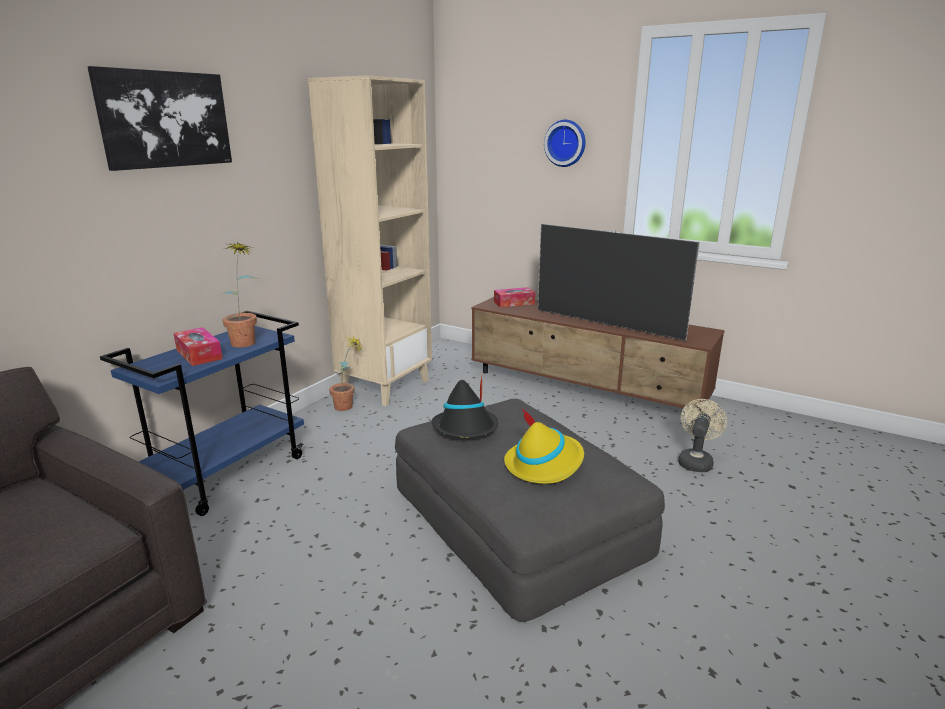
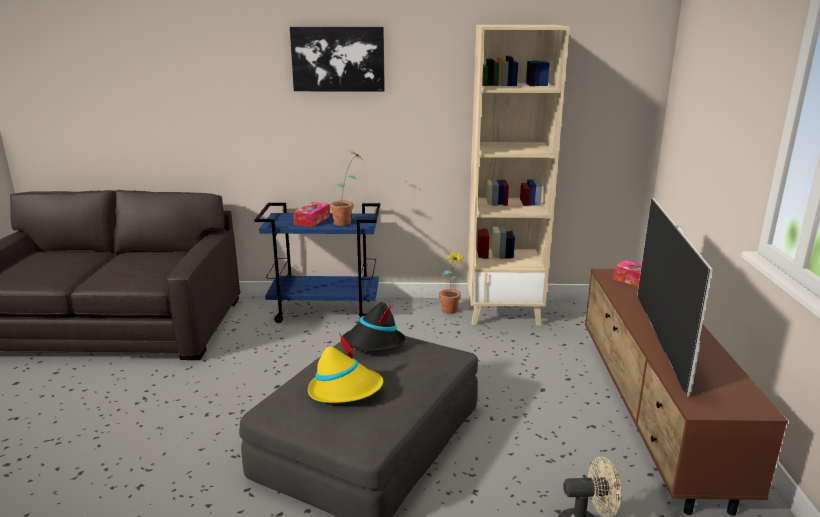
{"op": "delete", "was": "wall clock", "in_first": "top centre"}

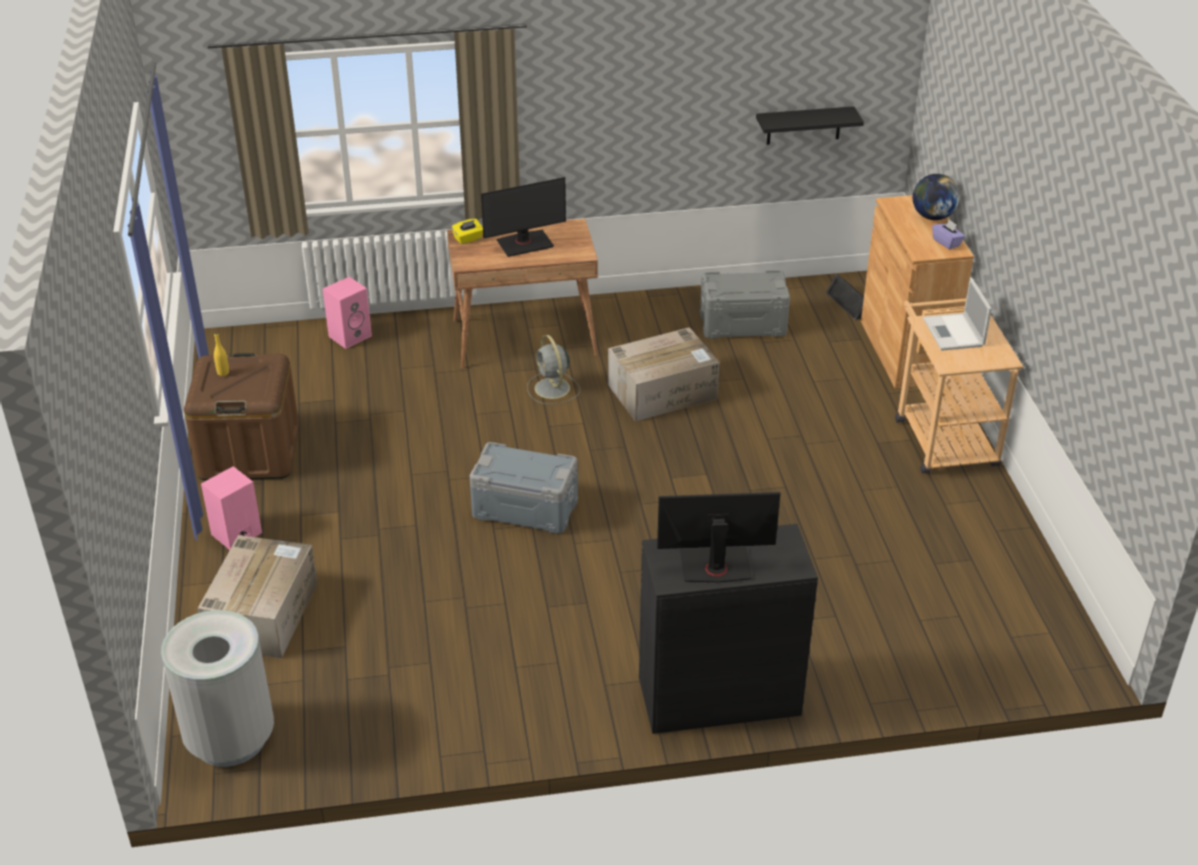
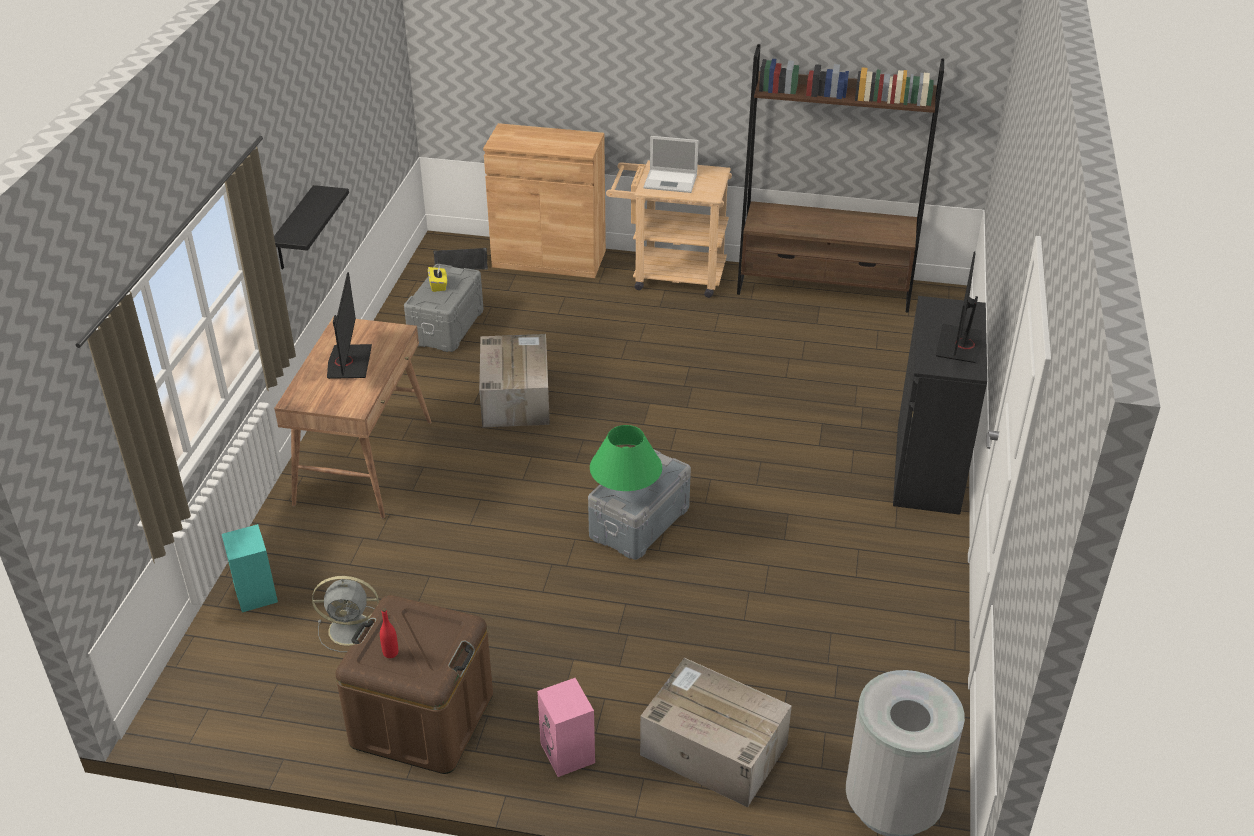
{"op": "move", "was": "shelf (black)", "in_first": "top right", "in_second": "top left"}
{"op": "delete", "was": "globe", "in_first": "top right"}
{"op": "move", "was": "tissue box (yellow)", "in_first": "top centre", "in_second": "centre"}
{"op": "delete", "was": "tissue box (purple)", "in_first": "top right"}
{"op": "recolor", "was": "speaker (pink) (2nd from left)", "now": "speaker (turquoise)", "in_first": "middle left", "in_second": "bottom left"}
{"op": "recolor", "was": "bottle (yellow)", "now": "bottle (red)", "in_first": "middle left", "in_second": "bottom left"}
{"op": "move", "was": "fan (grey)", "in_first": "centre", "in_second": "bottom left"}
{"op": "insert", "now": "bookcase (brown)", "in_second": "top right"}
{"op": "insert", "now": "table lamp (green)", "in_second": "centre"}

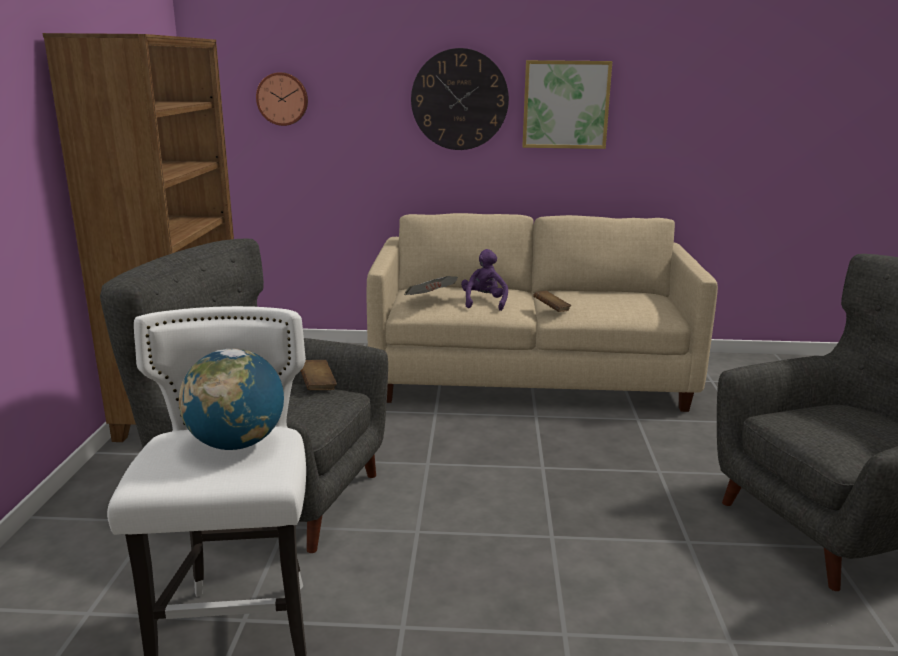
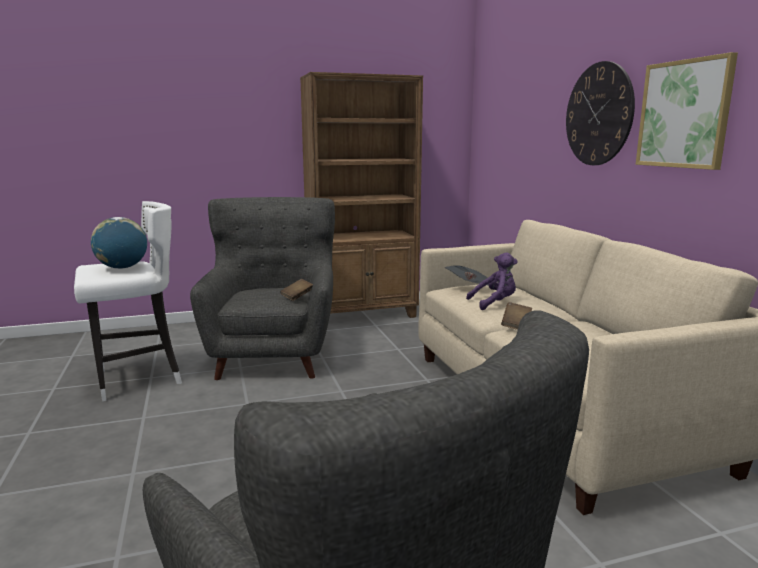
{"op": "delete", "was": "wall clock (1st from left)", "in_first": "top left"}

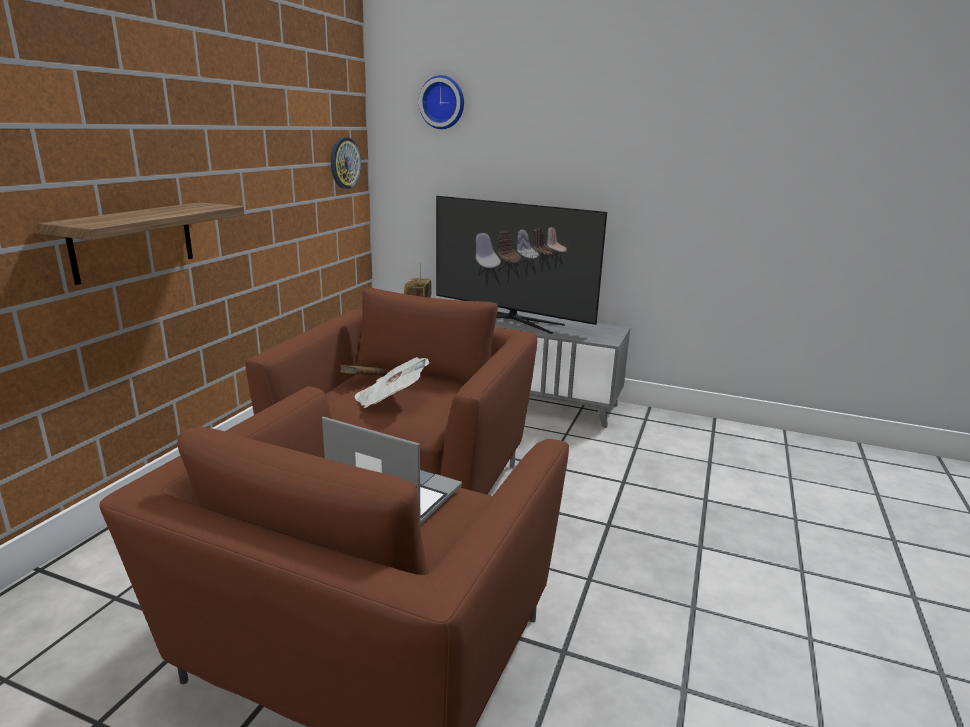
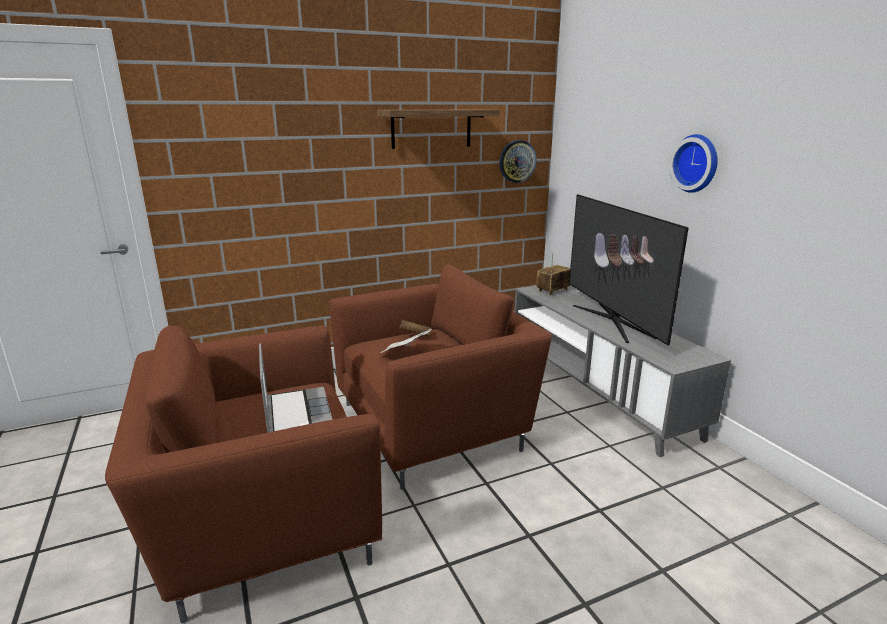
{"op": "move", "was": "wall clock (2nd from left)", "in_first": "top centre", "in_second": "top right"}
{"op": "move", "was": "shelf", "in_first": "middle left", "in_second": "top centre"}

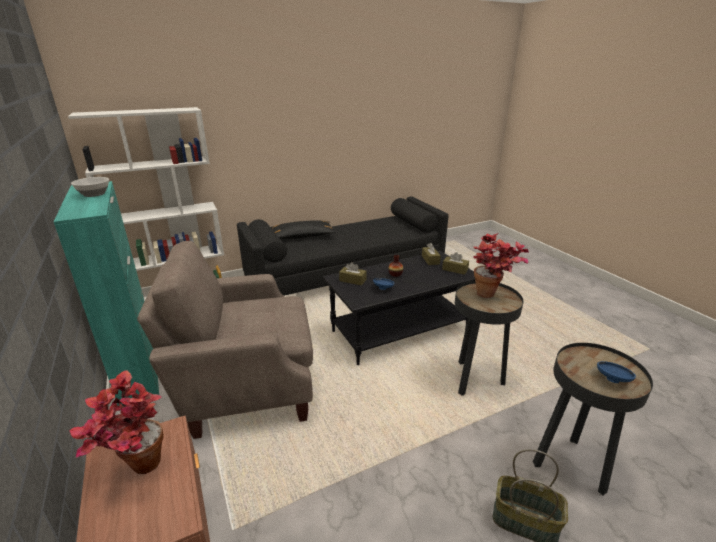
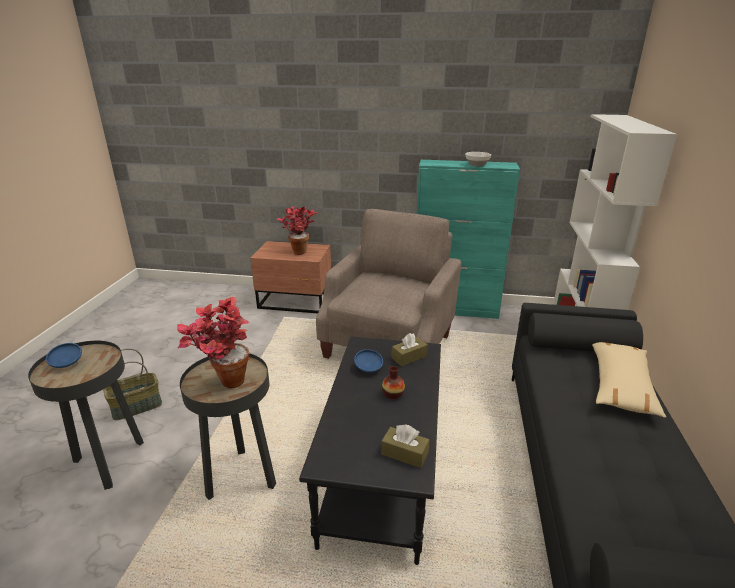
{"op": "recolor", "was": "pillow (black)", "now": "pillow (beige)", "in_first": "centre", "in_second": "middle right"}
{"op": "delete", "was": "tissue box (brown) (3rd from left)", "in_first": "centre"}

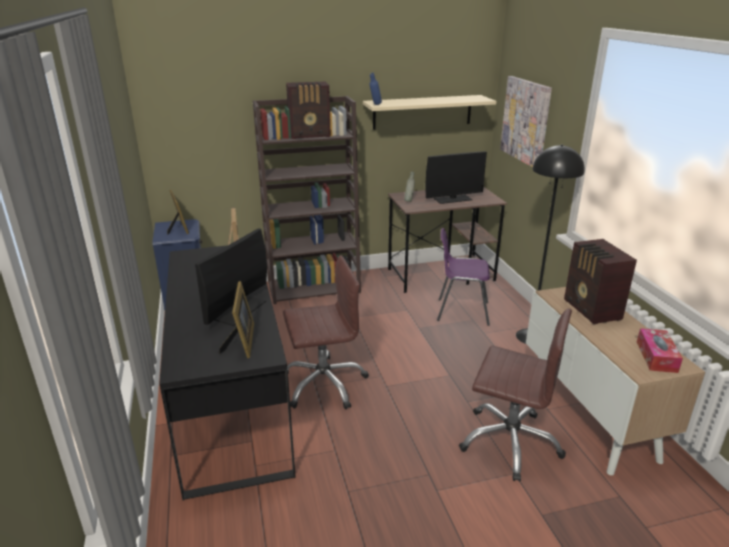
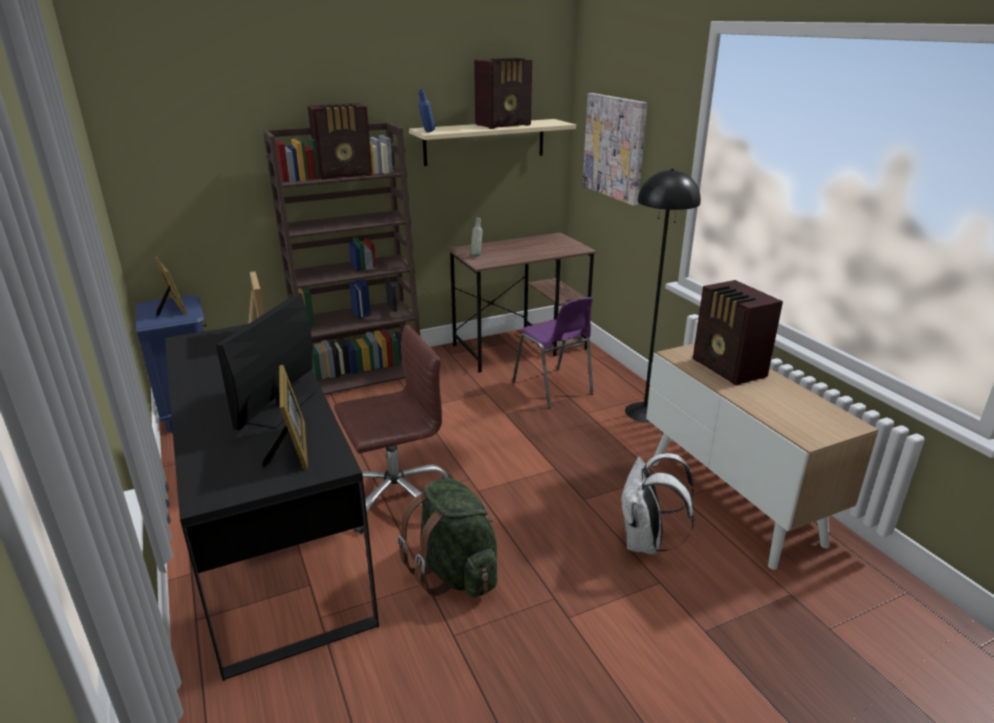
{"op": "delete", "was": "monitor (2nd from left)", "in_first": "top centre"}
{"op": "rotate", "was": "chair (purple)", "in_first": "centre", "in_second": "centre", "clockwise": -120}
{"op": "replace", "was": "office chair (brown) (2nd from left)", "now": "backpack (white)", "in_first": "bottom right", "in_second": "bottom centre"}
{"op": "delete", "was": "tissue box", "in_first": "middle right"}
{"op": "insert", "now": "radio (2nd from left)", "in_second": "top centre"}
{"op": "insert", "now": "backpack (green)", "in_second": "bottom centre"}

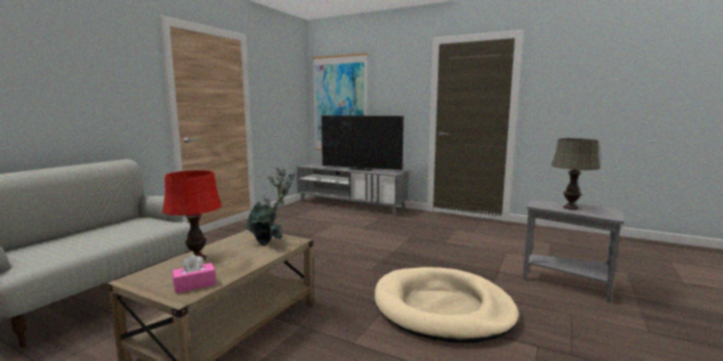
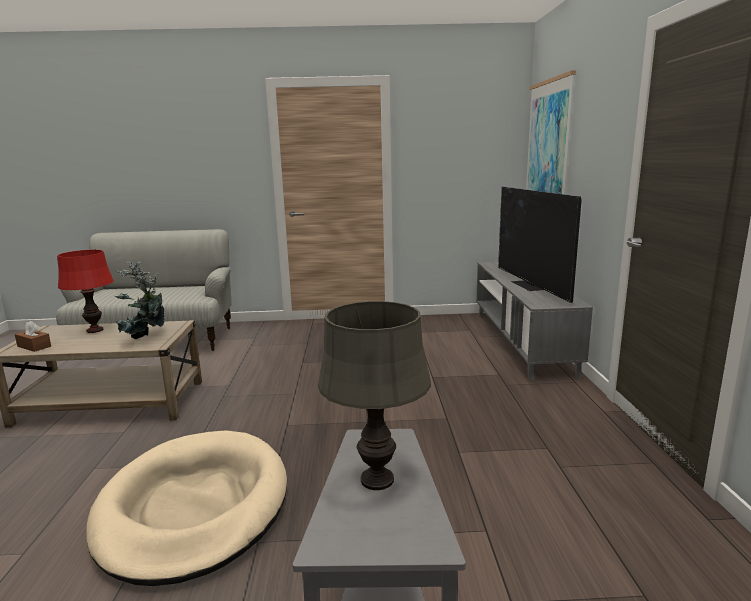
{"op": "recolor", "was": "tissue box (pink)", "now": "tissue box (brown)", "in_first": "bottom left", "in_second": "middle left"}

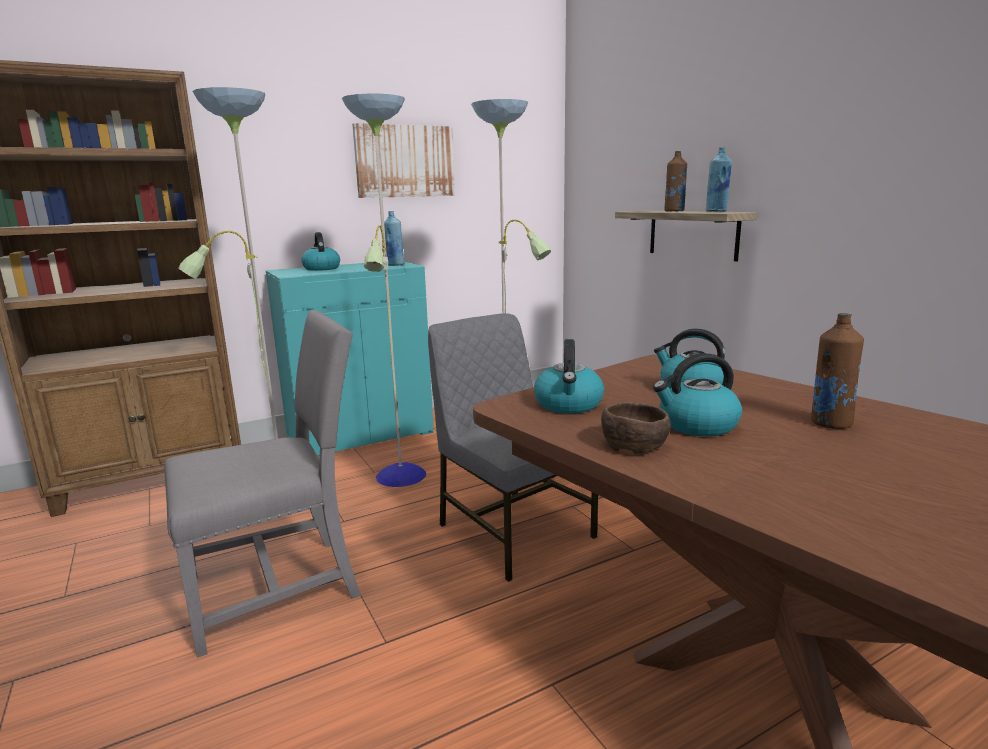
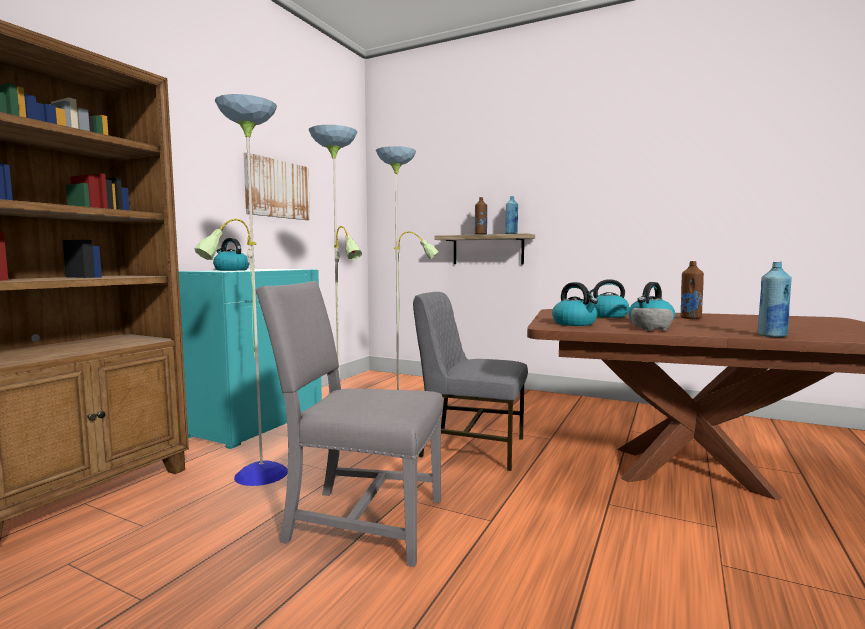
{"op": "move", "was": "bottle (blue) (1st from left in the first image)", "now": "bottle (blue) (2nd from left)", "in_first": "top centre", "in_second": "middle right"}
{"op": "rotate", "was": "chair (grey) (1st from left)", "in_first": "middle left", "in_second": "bottom centre", "clockwise": -105}
{"op": "recolor", "was": "bowl (brown)", "now": "bowl (grey)", "in_first": "centre", "in_second": "middle right"}

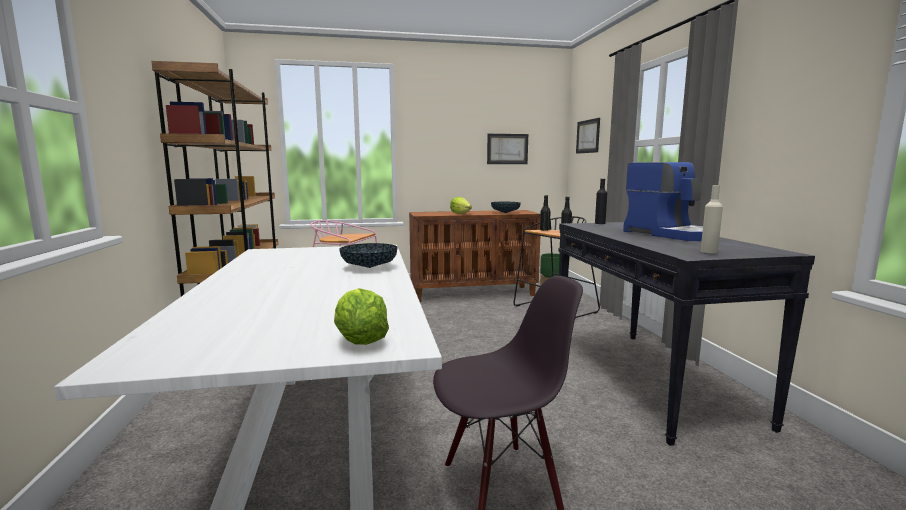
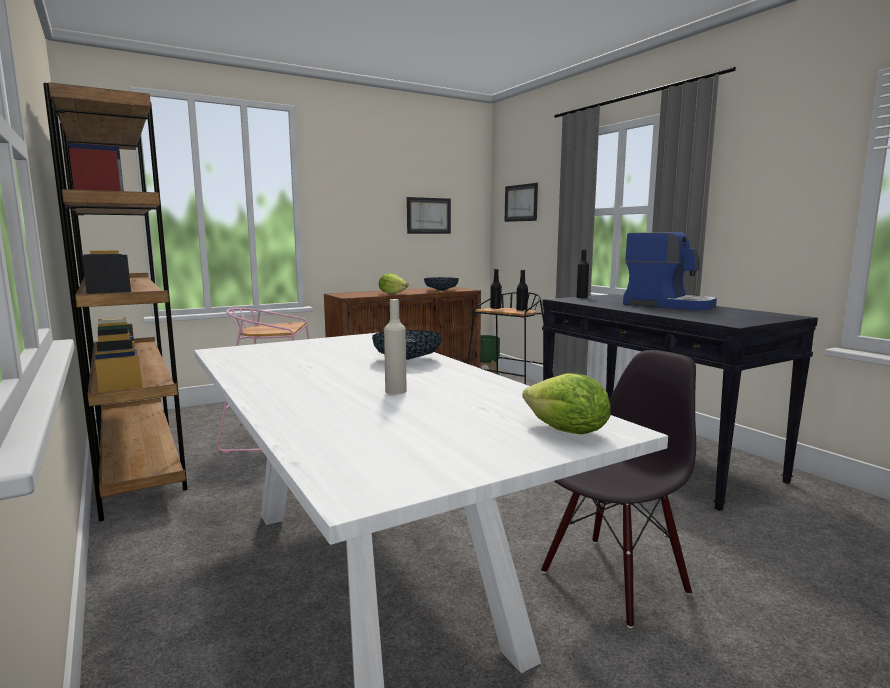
{"op": "move", "was": "bottle (beige)", "in_first": "middle right", "in_second": "centre"}

